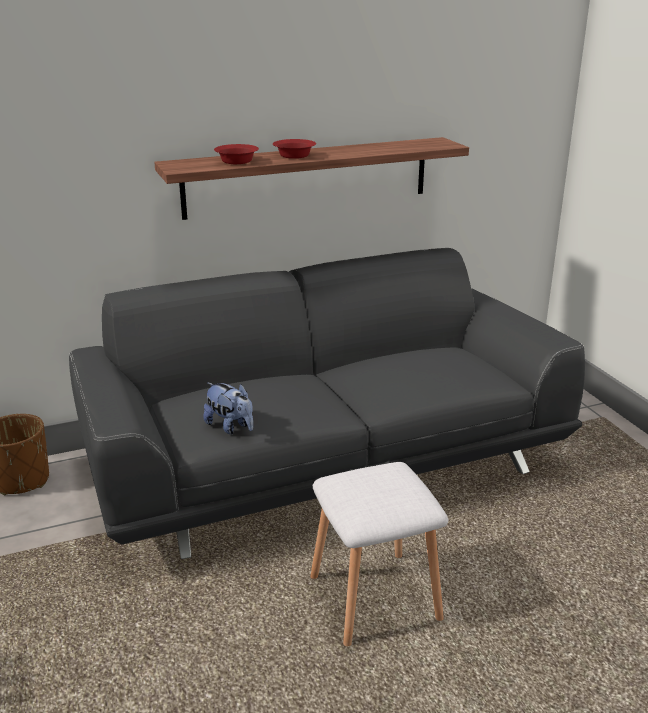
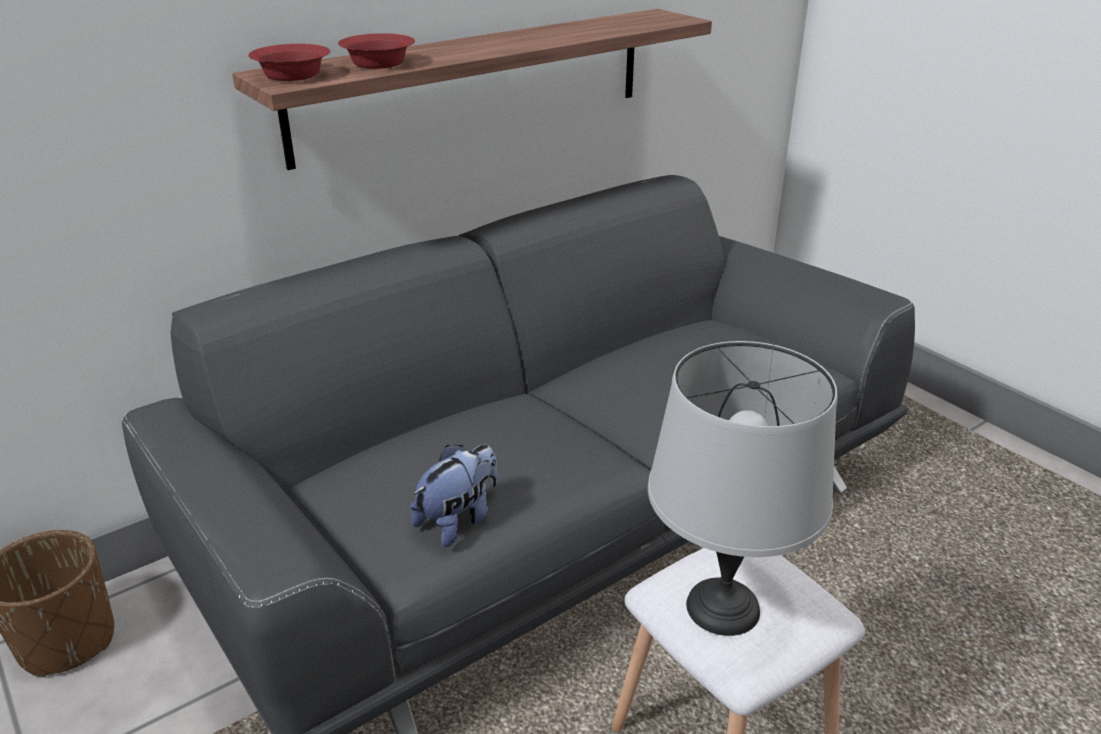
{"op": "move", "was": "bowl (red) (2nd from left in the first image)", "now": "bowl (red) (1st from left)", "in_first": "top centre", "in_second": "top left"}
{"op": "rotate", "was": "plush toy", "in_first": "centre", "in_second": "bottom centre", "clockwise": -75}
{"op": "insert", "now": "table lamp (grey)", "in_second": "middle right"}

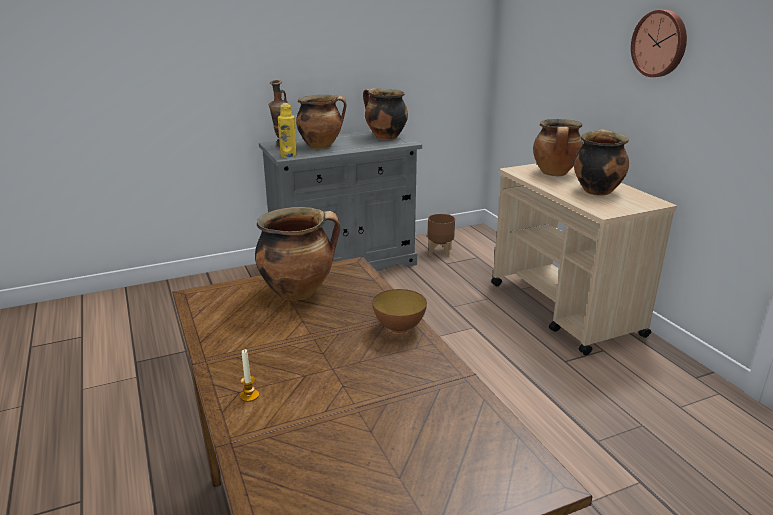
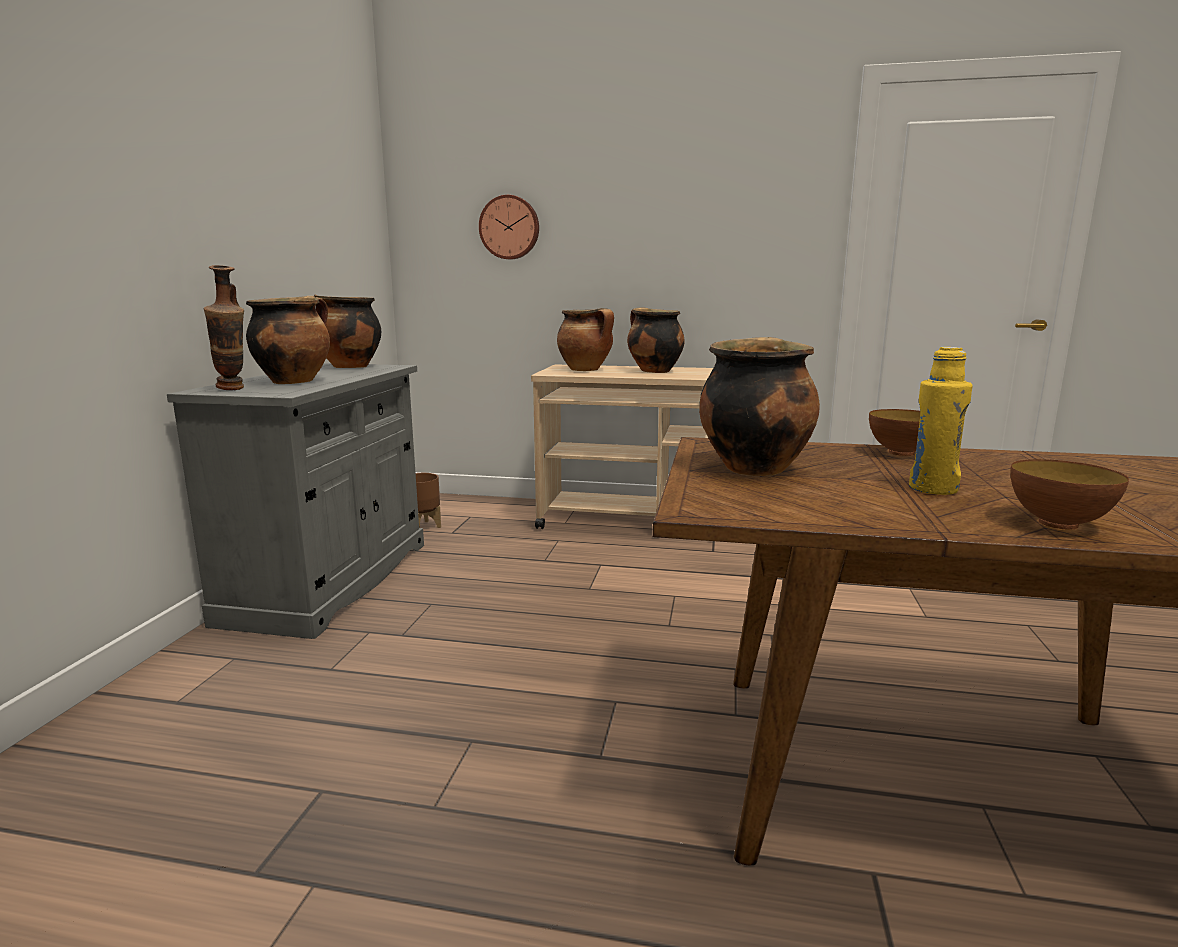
{"op": "move", "was": "wall clock", "in_first": "top right", "in_second": "top centre"}
{"op": "move", "was": "bottle (yellow)", "in_first": "top centre", "in_second": "middle right"}
{"op": "replace", "was": "candle", "now": "bowl (2nd from left)", "in_first": "bottom left", "in_second": "middle right"}

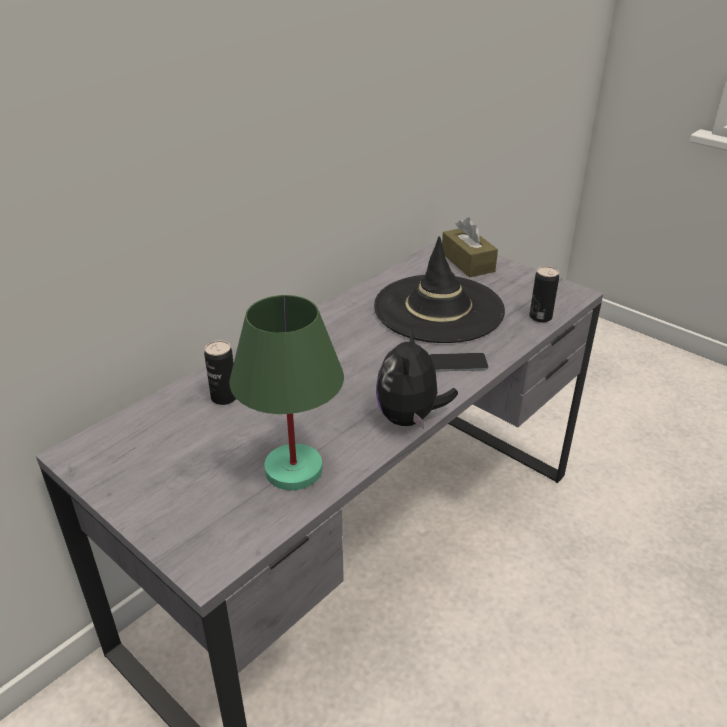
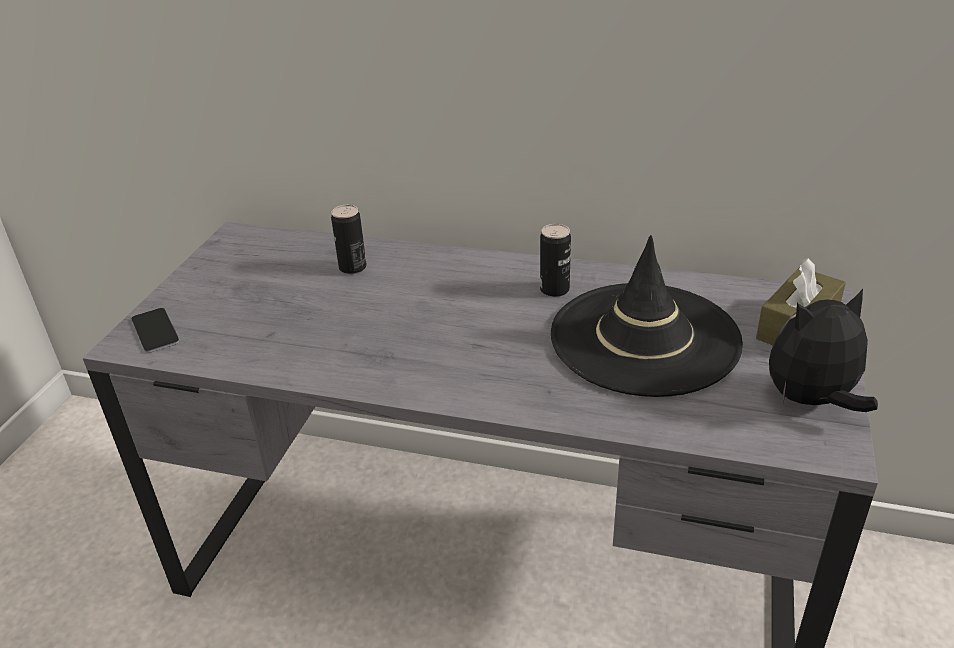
{"op": "move", "was": "can (2nd from left)", "in_first": "middle right", "in_second": "centre"}
{"op": "delete", "was": "table lamp (green)", "in_first": "centre"}
{"op": "move", "was": "plush toy", "in_first": "centre", "in_second": "middle right"}
{"op": "move", "was": "phone", "in_first": "centre", "in_second": "middle left"}

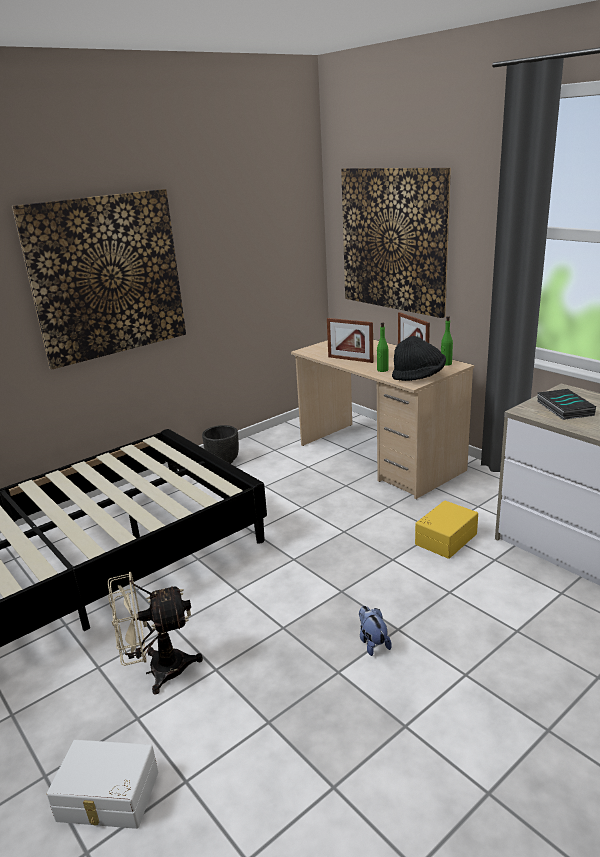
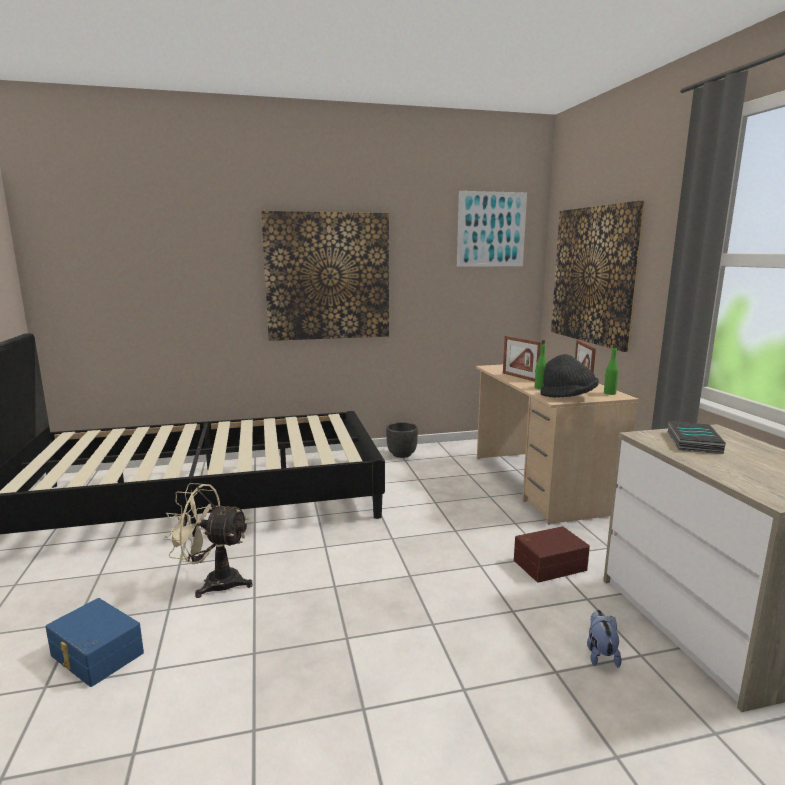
{"op": "recolor", "was": "storage box (yellow)", "now": "storage box (brown)", "in_first": "middle right", "in_second": "bottom right"}
{"op": "move", "was": "plush toy", "in_first": "bottom centre", "in_second": "bottom right"}
{"op": "recolor", "was": "storage box (white)", "now": "storage box (blue)", "in_first": "bottom left", "in_second": "bottom left"}
{"op": "insert", "now": "picture (2nd from left)", "in_second": "top centre"}

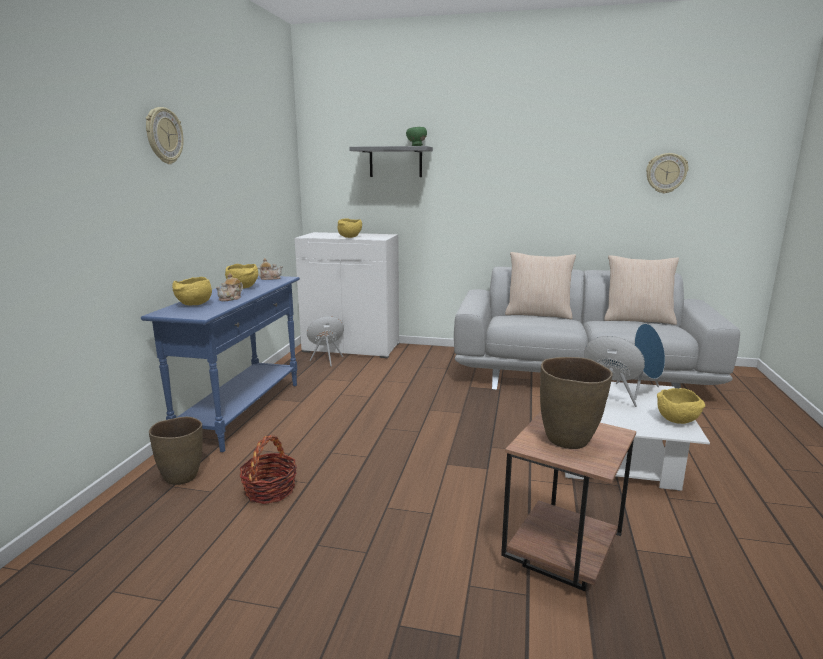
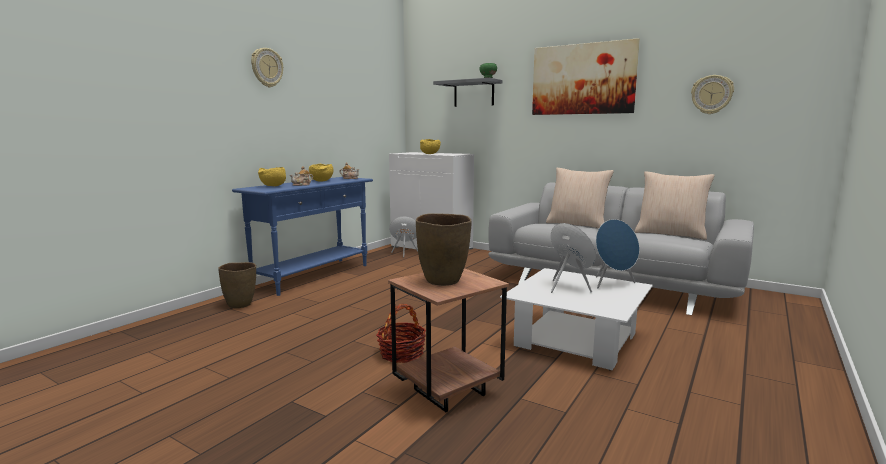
{"op": "delete", "was": "bowl (yellow) (4th from left)", "in_first": "middle right"}
{"op": "move", "was": "basket", "in_first": "bottom left", "in_second": "bottom centre"}
{"op": "insert", "now": "picture", "in_second": "top centre"}

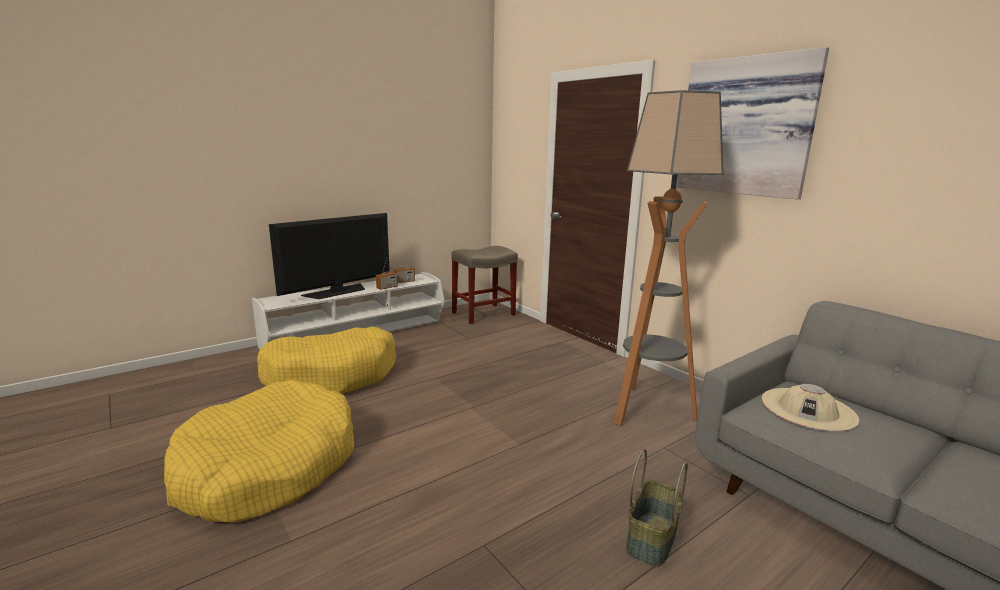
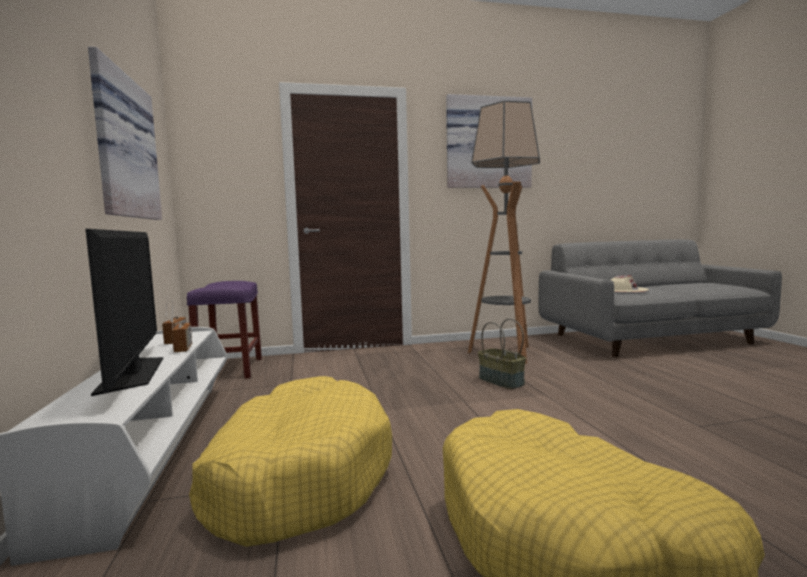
{"op": "recolor", "was": "stool (beige)", "now": "stool (purple)", "in_first": "centre", "in_second": "middle left"}
{"op": "move", "was": "basket", "in_first": "bottom centre", "in_second": "centre"}
{"op": "insert", "now": "picture (1st from left)", "in_second": "top left"}

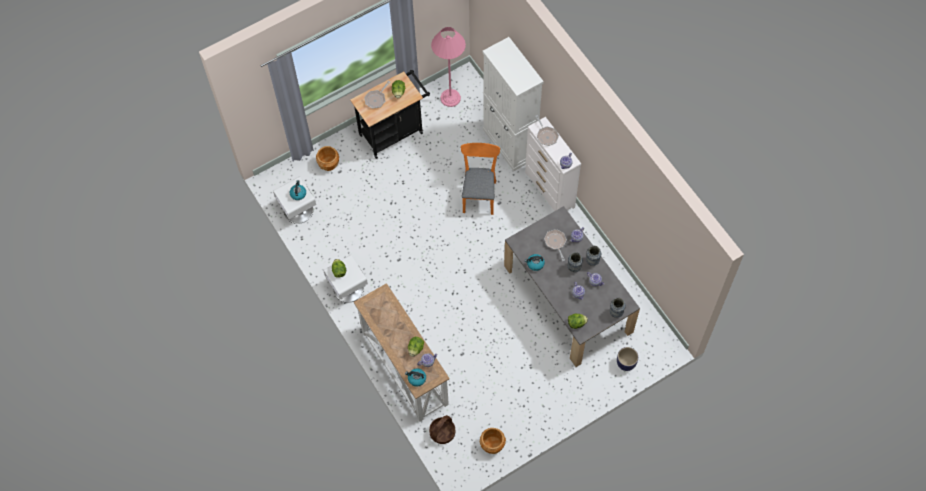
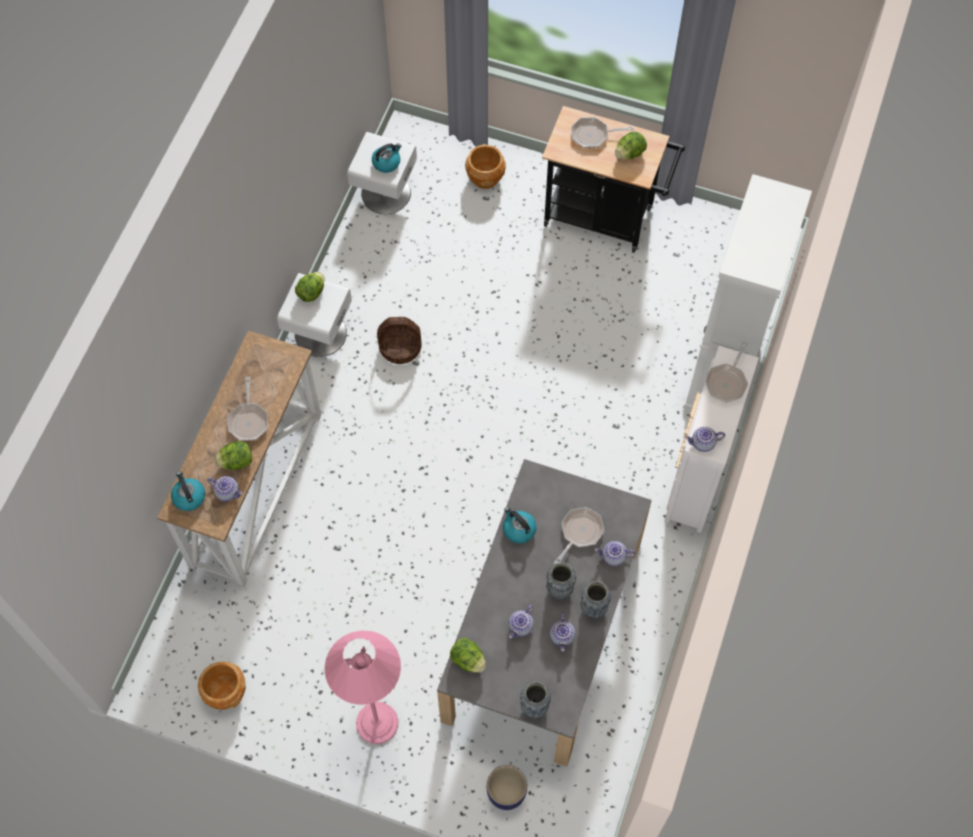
{"op": "move", "was": "floor lamp (pink)", "in_first": "top centre", "in_second": "bottom centre"}
{"op": "delete", "was": "chair (orange)", "in_first": "centre"}
{"op": "move", "was": "basket", "in_first": "bottom centre", "in_second": "centre"}
{"op": "insert", "now": "frying pan (1st from left)", "in_second": "middle left"}

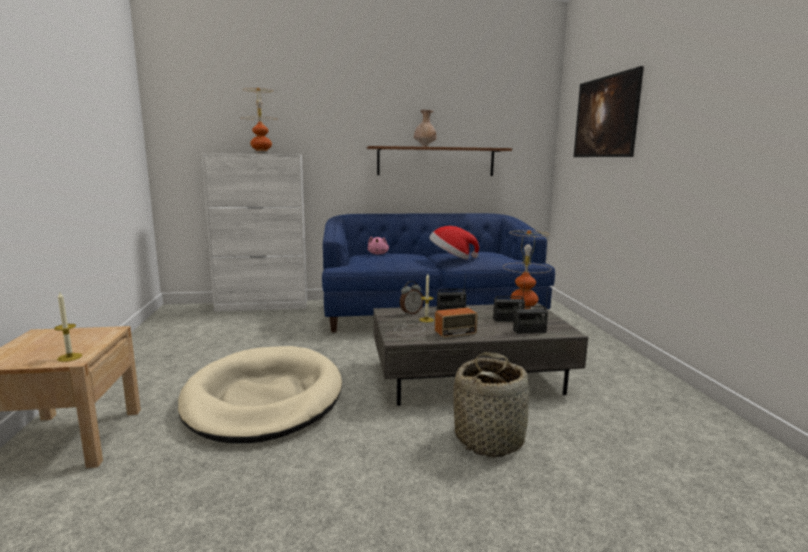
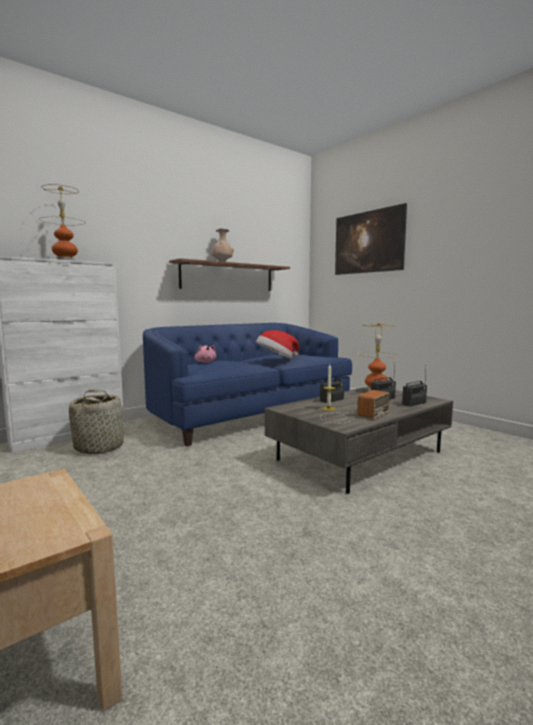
{"op": "delete", "was": "alarm clock", "in_first": "centre"}
{"op": "delete", "was": "candle (1st from left)", "in_first": "middle left"}
{"op": "delete", "was": "dog bed (beige)", "in_first": "bottom left"}
{"op": "move", "was": "basket", "in_first": "bottom centre", "in_second": "middle left"}

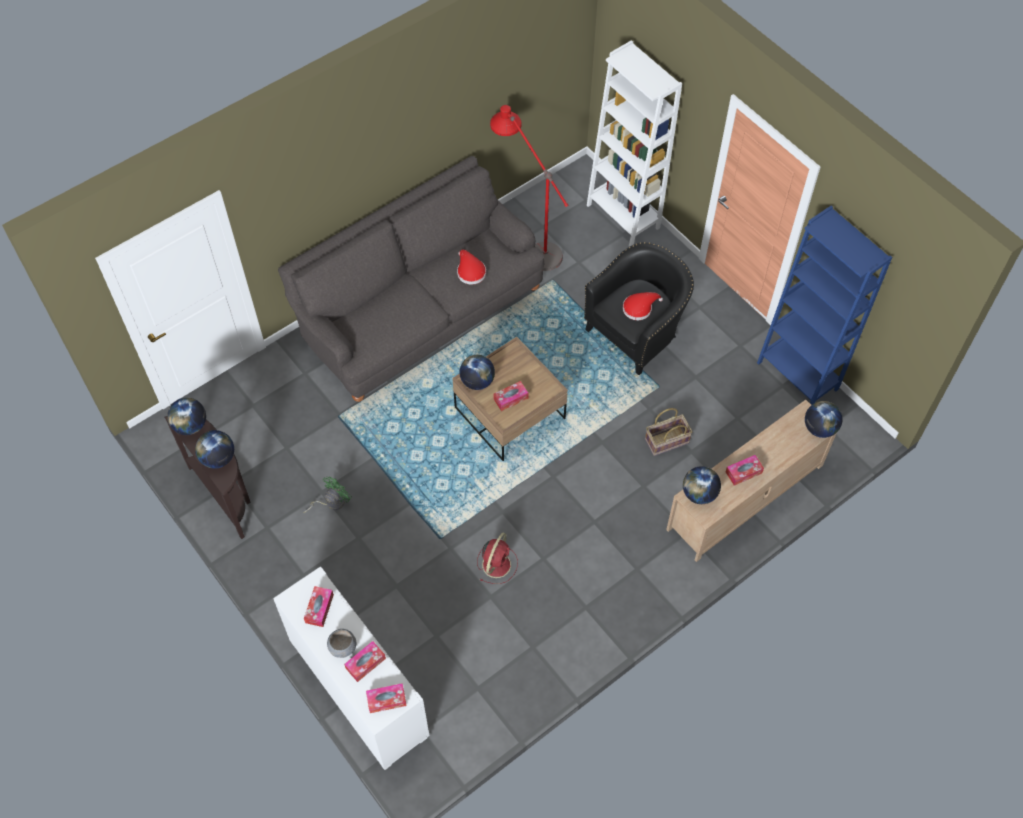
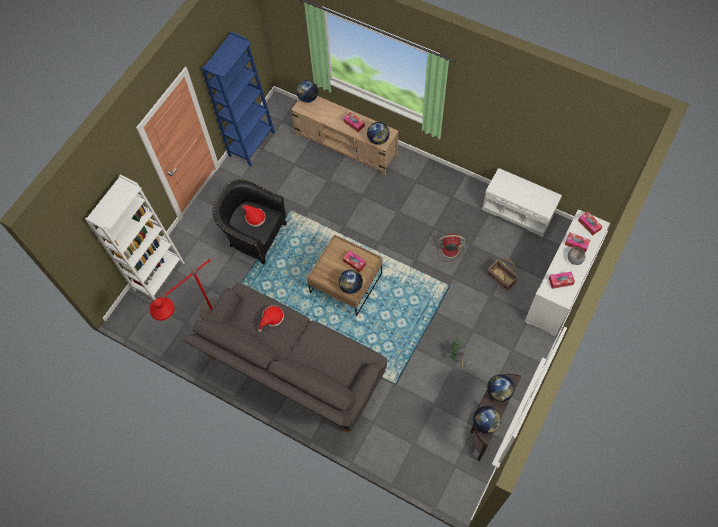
{"op": "move", "was": "basket", "in_first": "centre", "in_second": "middle right"}
{"op": "insert", "now": "bench (white)", "in_second": "middle right"}

